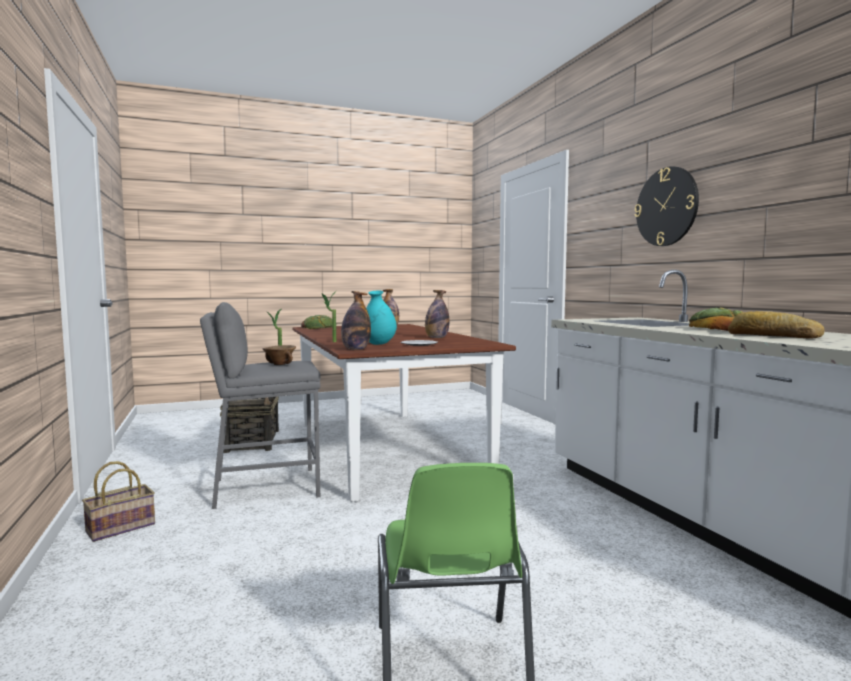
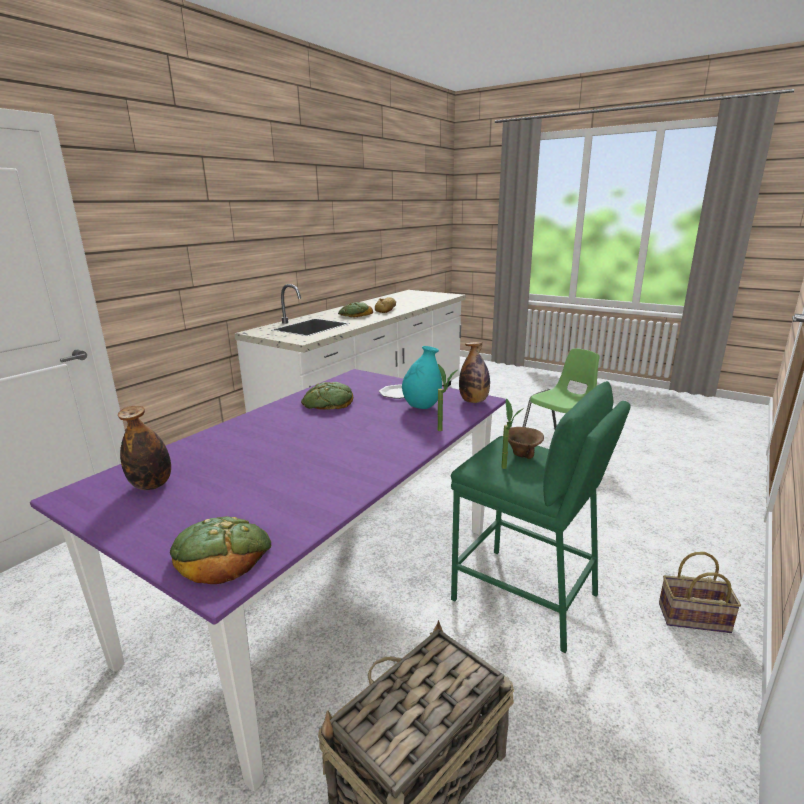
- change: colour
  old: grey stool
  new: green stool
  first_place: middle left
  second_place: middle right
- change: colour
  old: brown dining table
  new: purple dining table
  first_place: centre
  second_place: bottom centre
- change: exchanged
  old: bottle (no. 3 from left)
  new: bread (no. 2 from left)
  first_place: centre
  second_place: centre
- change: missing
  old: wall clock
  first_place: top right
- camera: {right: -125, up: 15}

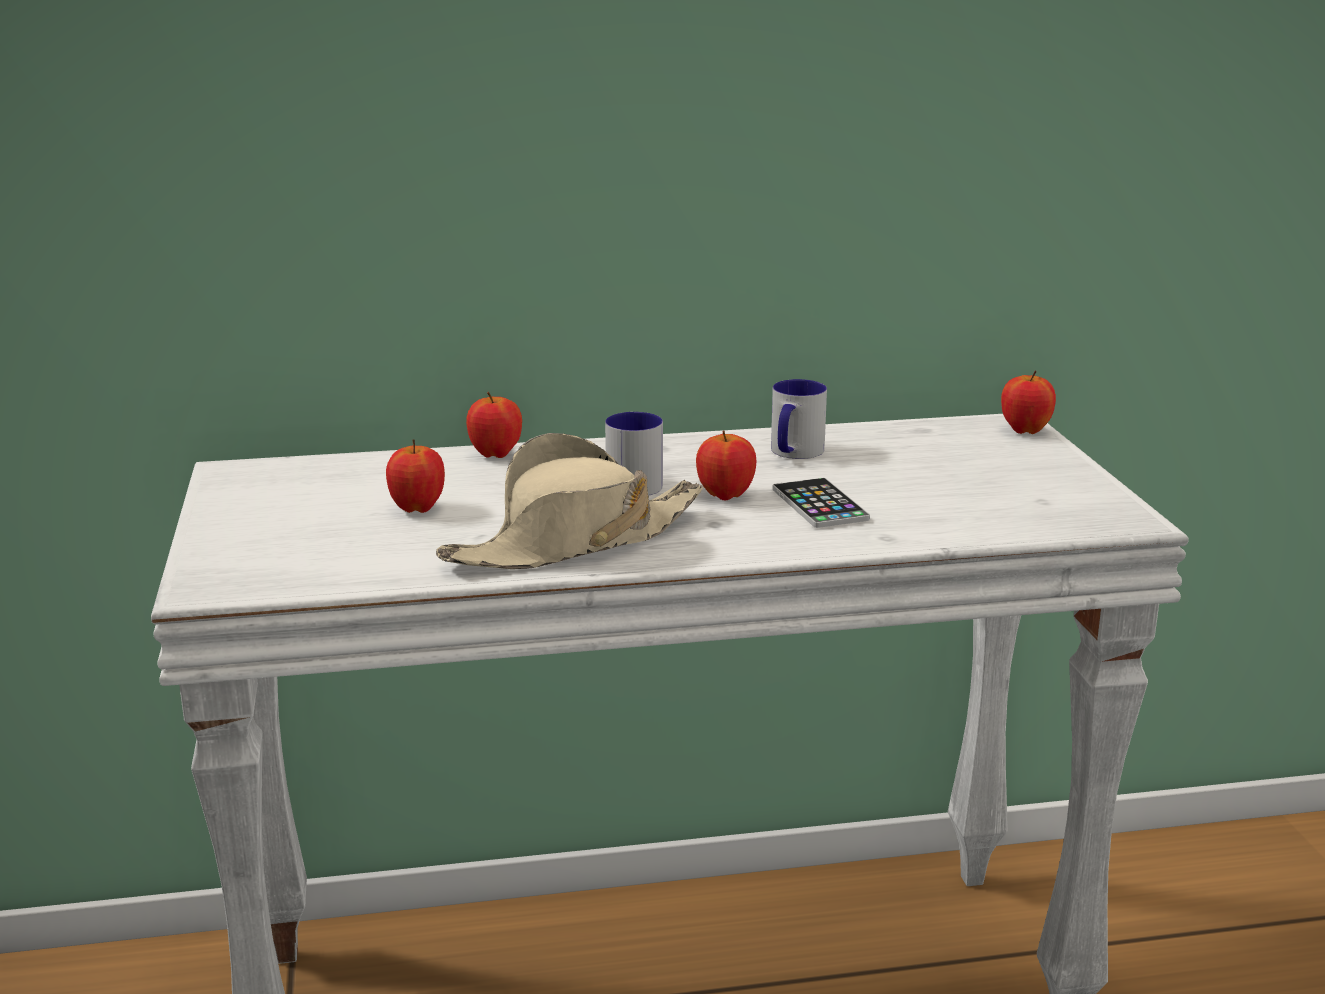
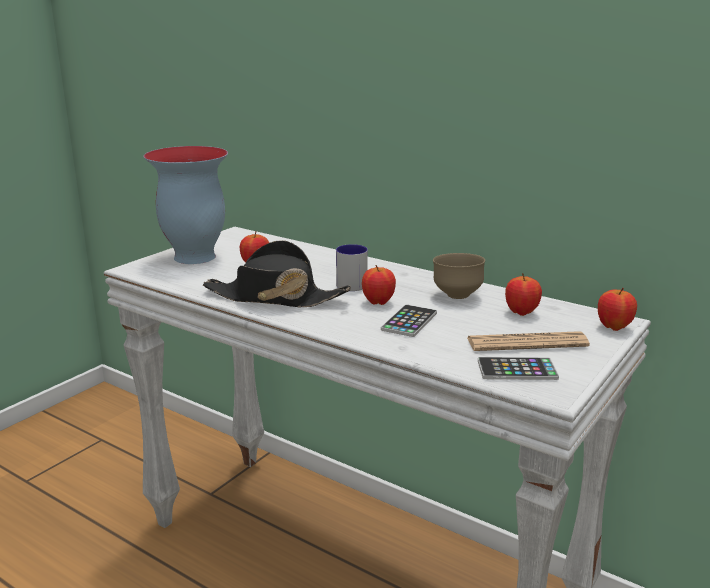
- change: colour
  old: beige hat
  new: black hat
  first_place: centre
  second_place: centre
- change: relocated
  old: apple (no. 2 from left in the first image)
  new: apple (no. 3 from left)
  first_place: centre
  second_place: middle right
- change: exchanged
  old: mug (no. 2 from left)
  new: brown bowl
  first_place: centre
  second_place: centre
- change: appeared
  new: vase
  second_place: middle left
- change: appeared
  new: newspaper
  second_place: middle right
- change: appeared
  new: phone (no. 2 from left)
  second_place: middle right
- camera: {right: 45, up: 0}

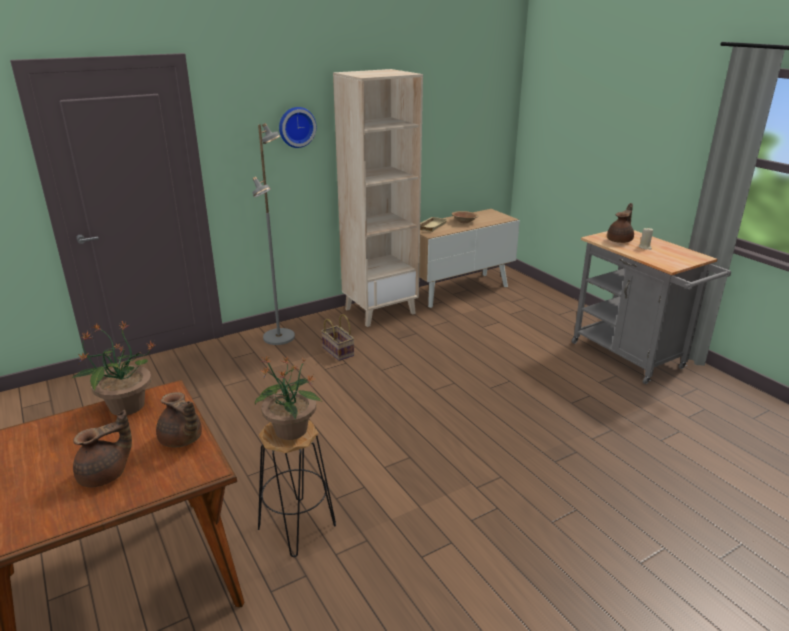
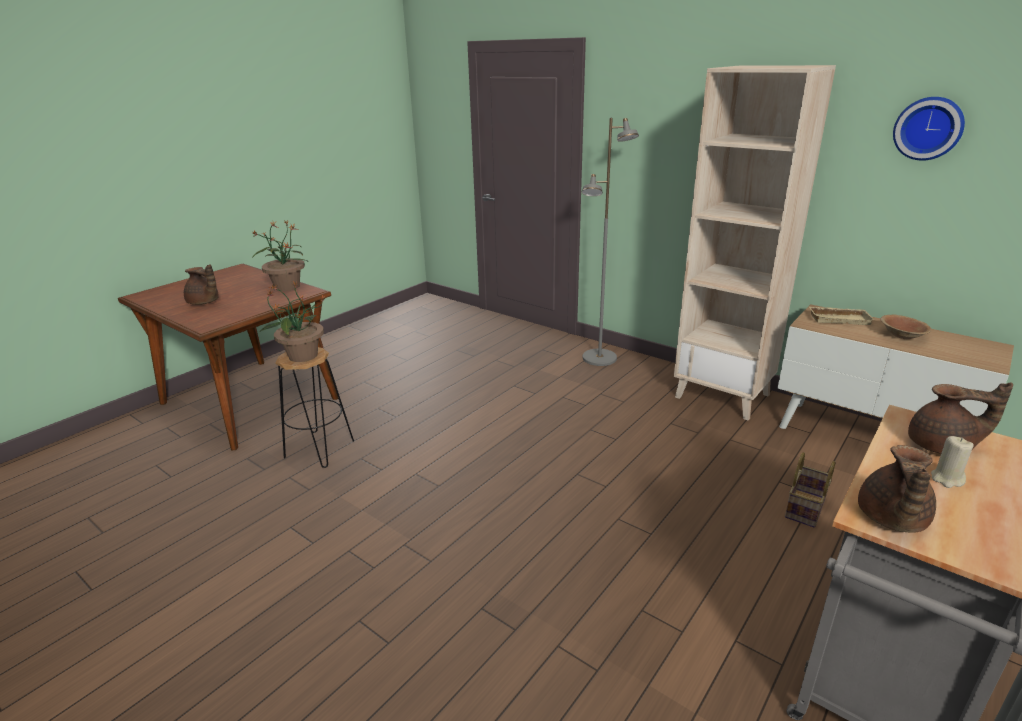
- change: relocated
  old: brown teapot (no. 2 from left)
  first_place: middle left
  second_place: bottom right
- change: relocated
  old: wall clock
  first_place: top centre
  second_place: top right
- change: relocated
  old: basket
  first_place: centre
  second_place: bottom right
- camera: {right: 70, up: 0}

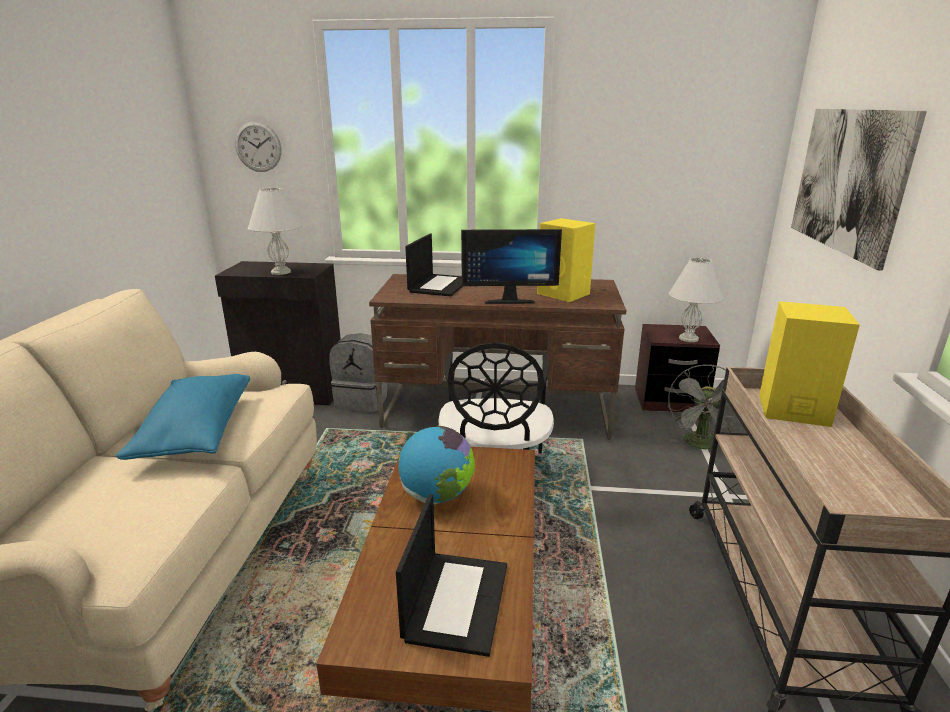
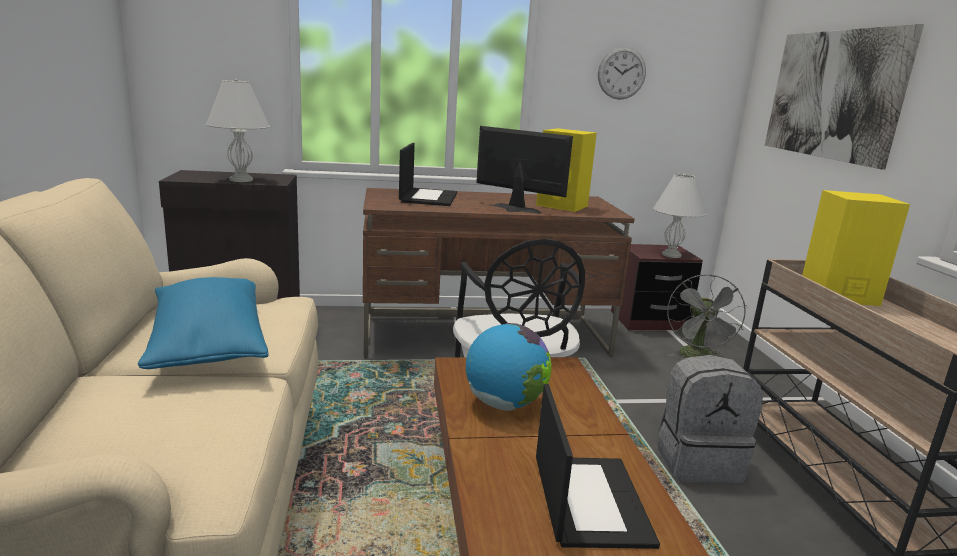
- change: relocated
  old: wall clock
  first_place: top left
  second_place: top centre
- change: relocated
  old: grey backpack
  first_place: centre
  second_place: bottom right
- change: spun
  old: monitor
  first_place: centre
  second_place: top centre
  degrees: -135
- camera: {right: -15, up: -5}

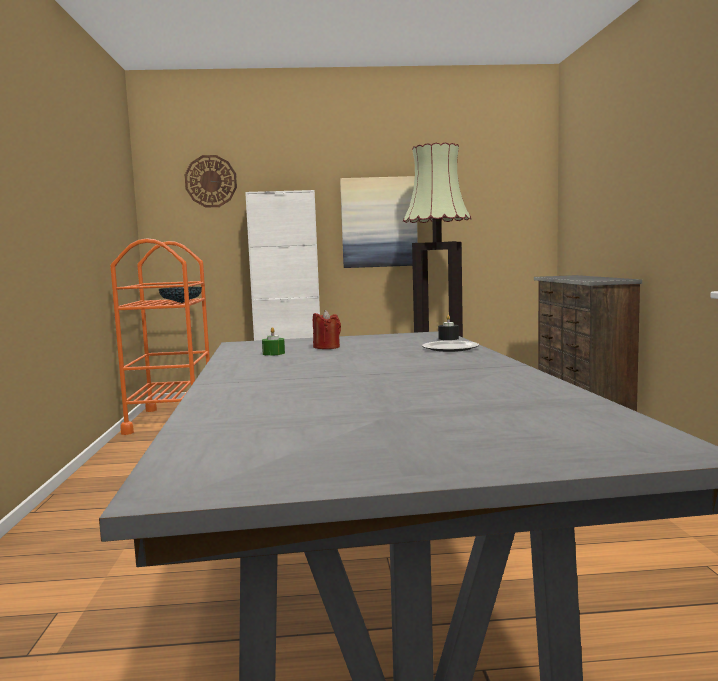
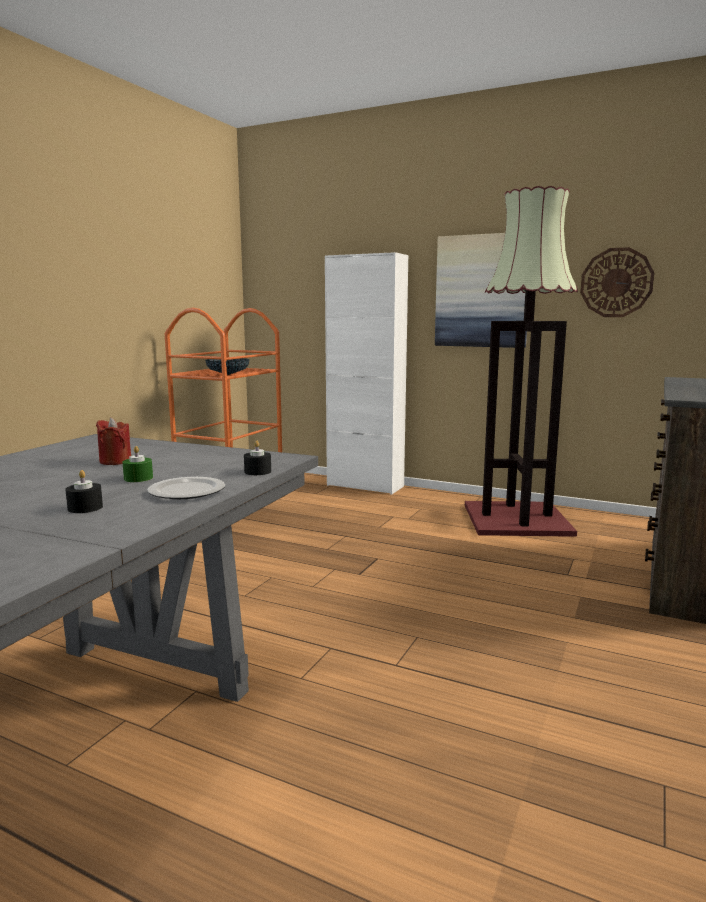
- change: relocated
  old: wall clock
  first_place: top left
  second_place: top right
- change: relocated
  old: green candle
  first_place: centre
  second_place: middle left
- change: appeared
  new: black candle (no. 1 from left)
  second_place: middle left
- camera: {right: 30, up: 5}

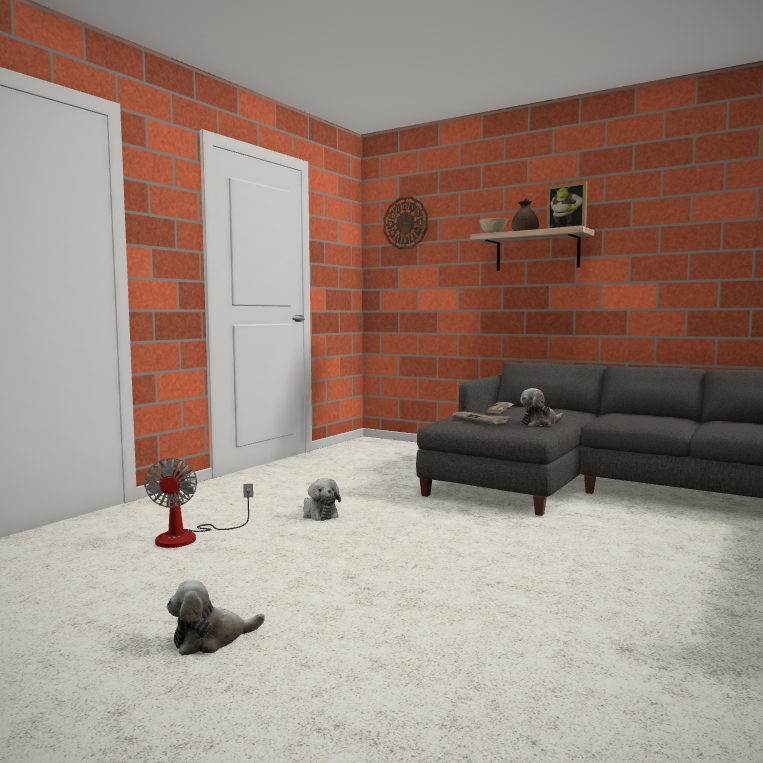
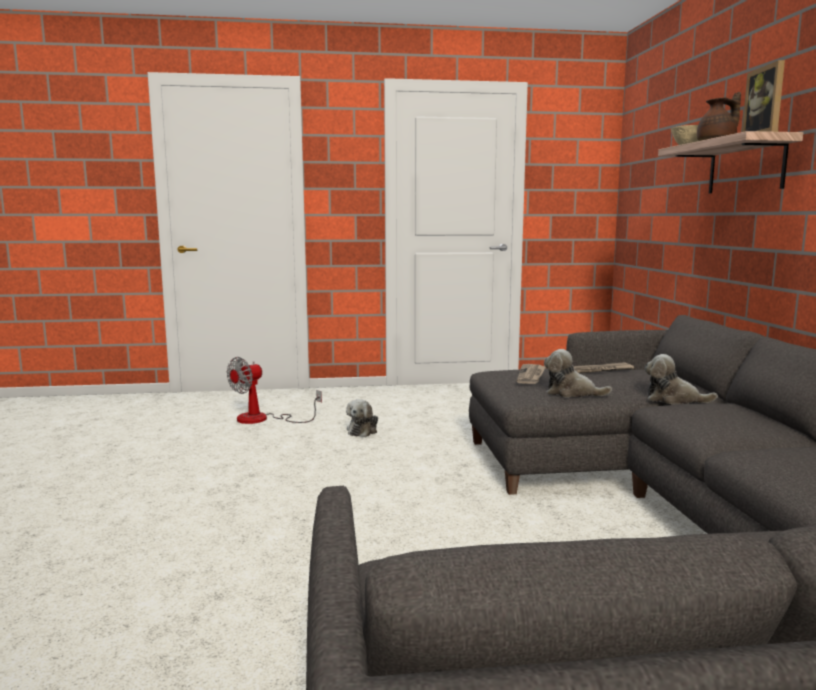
- change: relocated
  old: plush toy (no. 1 from left in the first image)
  new: plush toy (no. 3 from left)
  first_place: bottom left
  second_place: middle right
- change: missing
  old: wall clock
  first_place: top centre
- camera: {right: 50, up: 5}

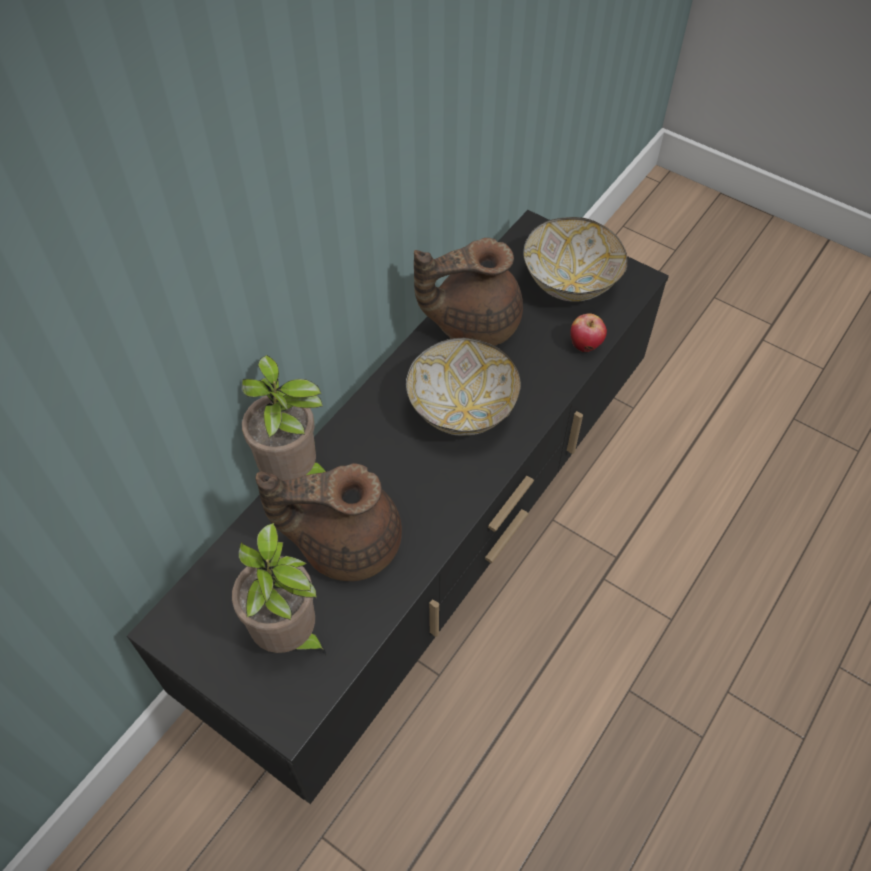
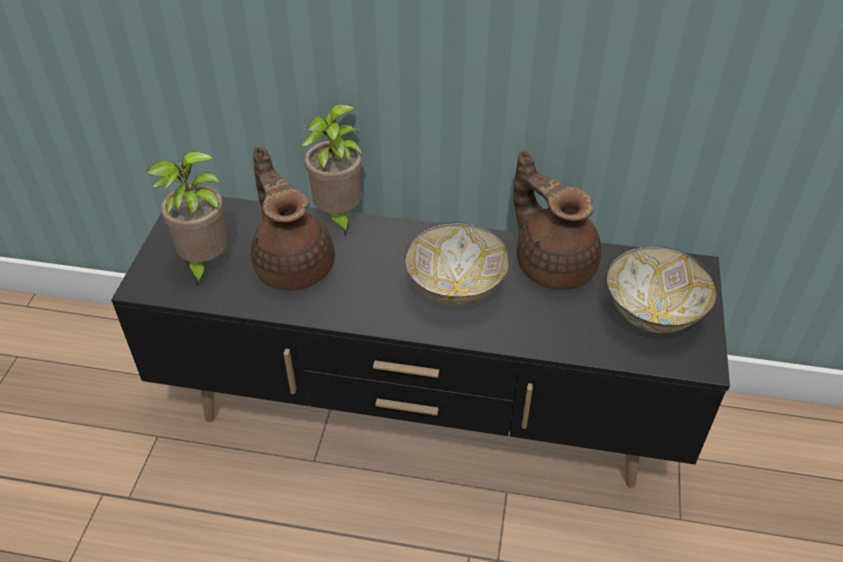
- change: missing
  old: apple
  first_place: middle right
- camera: {right: 65, up: -10}

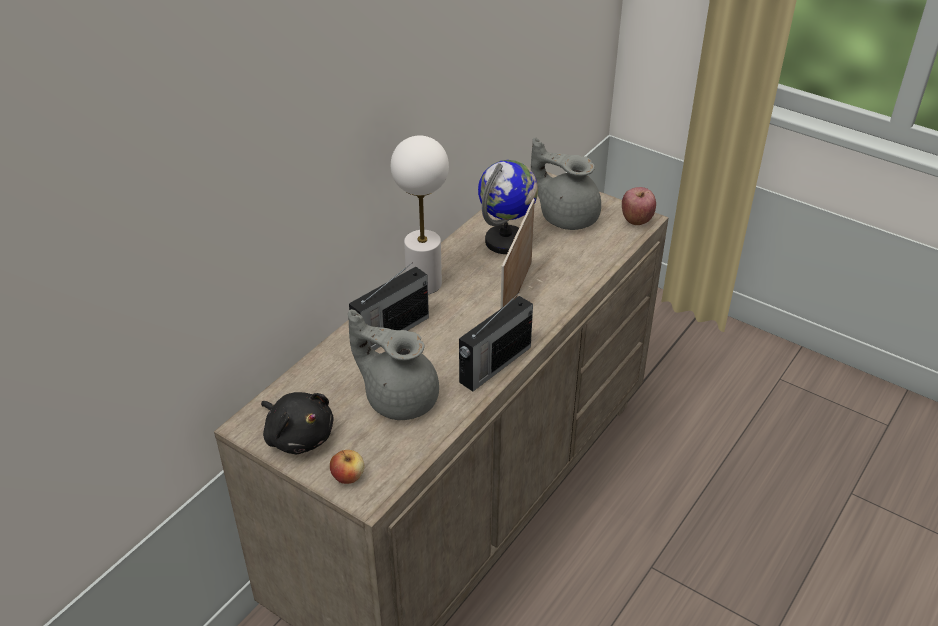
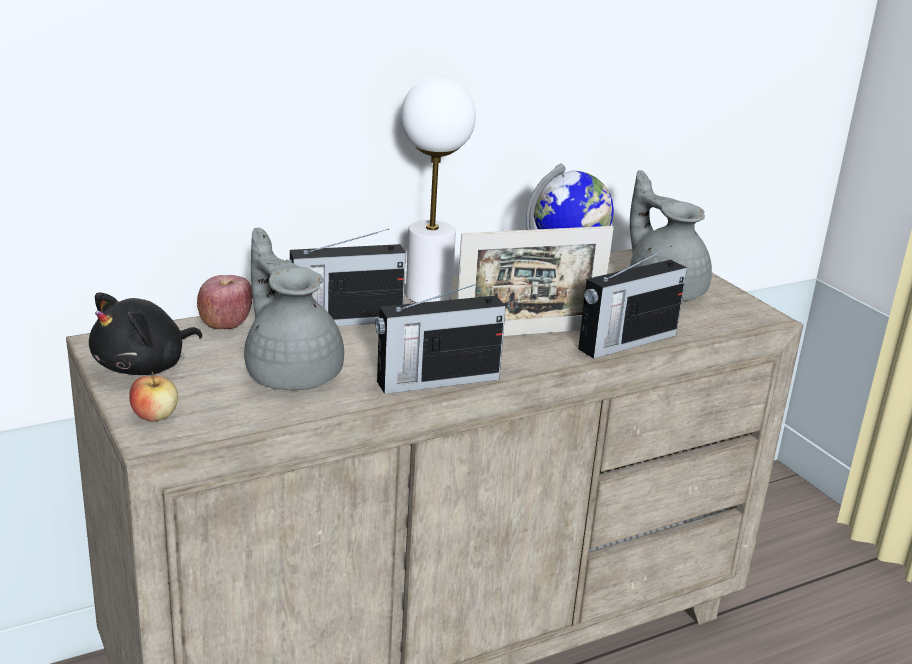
- change: spun
  old: black plush toy
  first_place: bottom left
  second_place: middle left
  degrees: 60
- change: spun
  old: picture frame
  first_place: centre
  second_place: centre
  degrees: -150
- change: relocated
  old: apple (no. 2 from left)
  first_place: top right
  second_place: middle left
- change: appeared
  new: radio (no. 3 from left)
  second_place: middle right
- camera: {right: 25, up: -15}

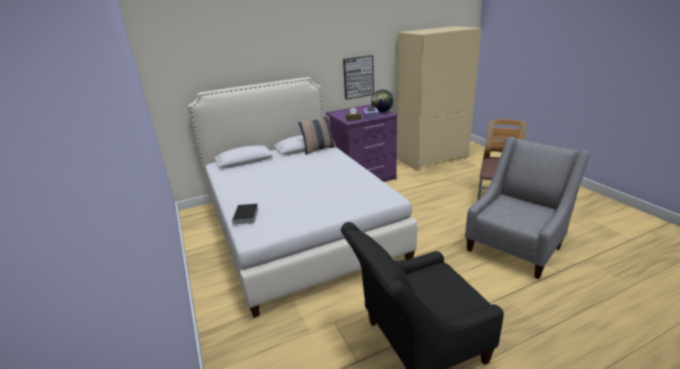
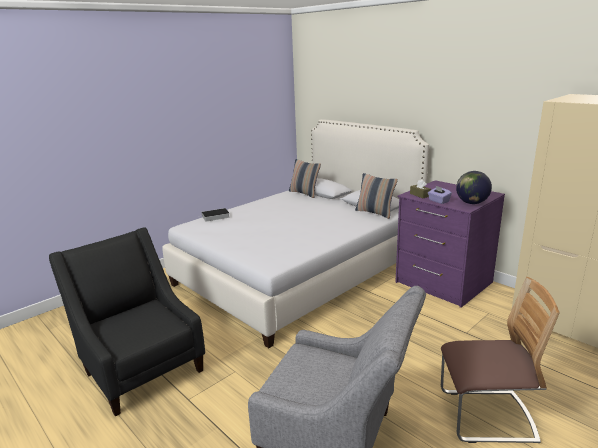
- change: missing
  old: picture
  first_place: top centre
- change: appeared
  new: pillow (no. 1 from left)
  second_place: centre
- camera: {right: 70, up: -5}

